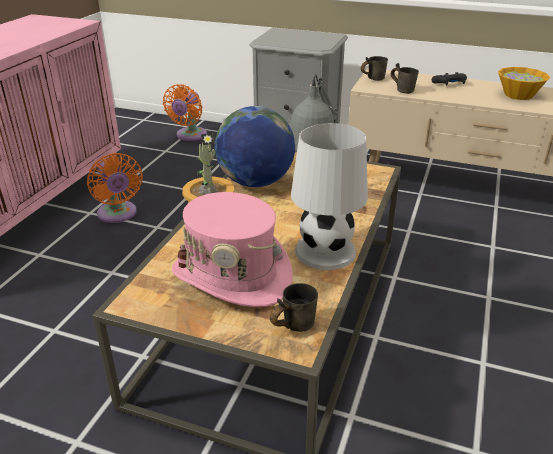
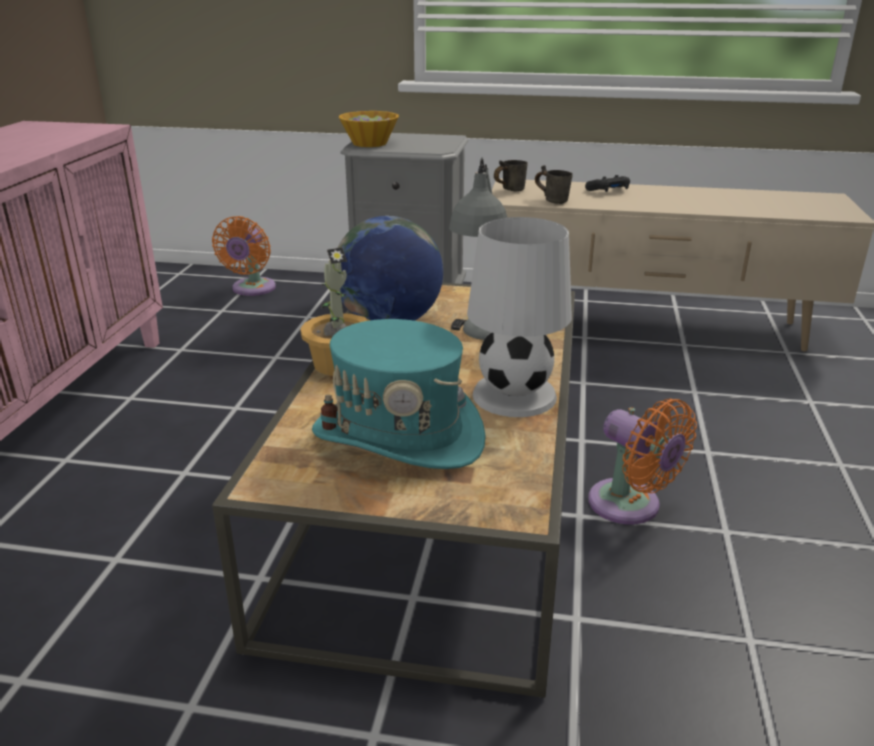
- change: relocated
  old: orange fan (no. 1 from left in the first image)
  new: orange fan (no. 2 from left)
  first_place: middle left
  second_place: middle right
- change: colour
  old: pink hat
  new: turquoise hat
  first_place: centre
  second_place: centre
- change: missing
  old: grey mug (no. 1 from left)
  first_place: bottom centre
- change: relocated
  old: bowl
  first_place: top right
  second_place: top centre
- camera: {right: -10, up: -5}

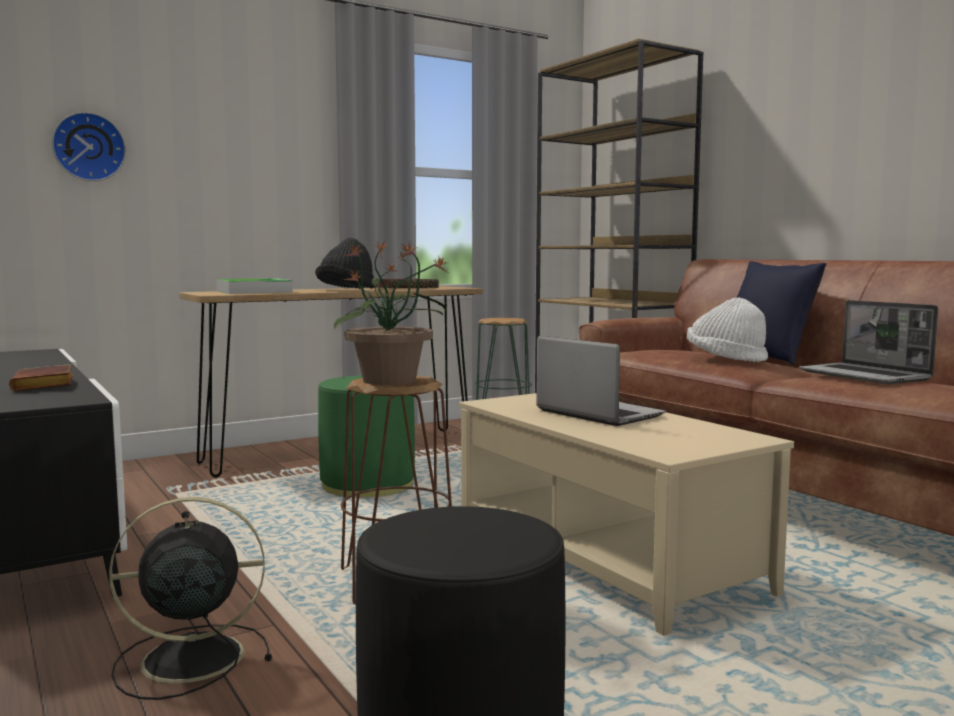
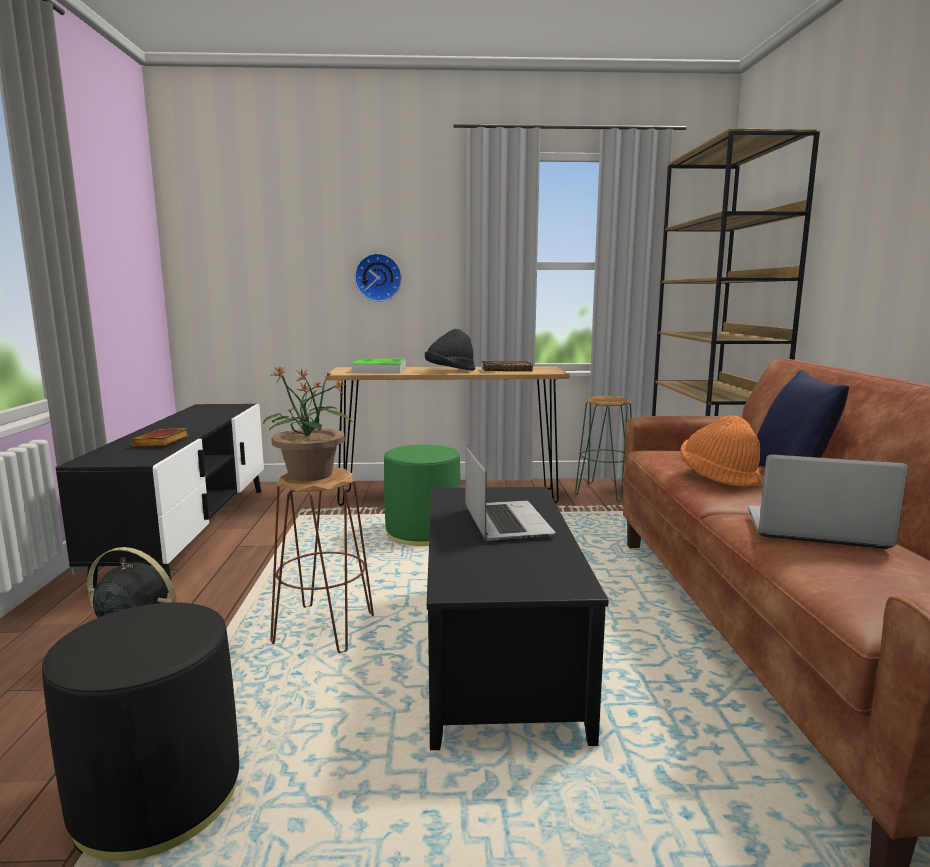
- change: relocated
  old: wall clock
  first_place: top left
  second_place: top centre
- change: colour
  old: beige coffee table
  new: black coffee table
  first_place: bottom centre
  second_place: bottom centre
- change: colour
  old: white hat
  new: orange hat
  first_place: middle right
  second_place: middle right
- change: spun
  old: laptop (no. 2 from left)
  first_place: middle right
  second_place: middle right
  degrees: 105
- camera: {right: 30, up: 5}

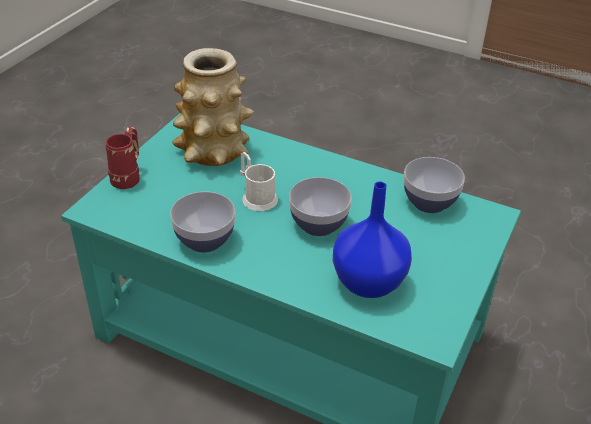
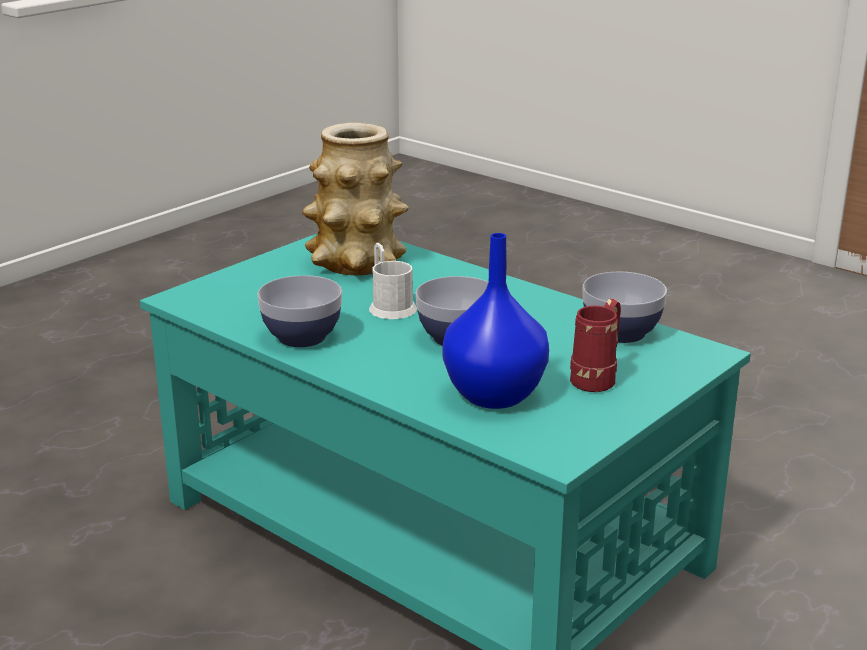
- change: relocated
  old: red mug
  first_place: middle left
  second_place: middle right
- camera: {right: 15, up: -15}

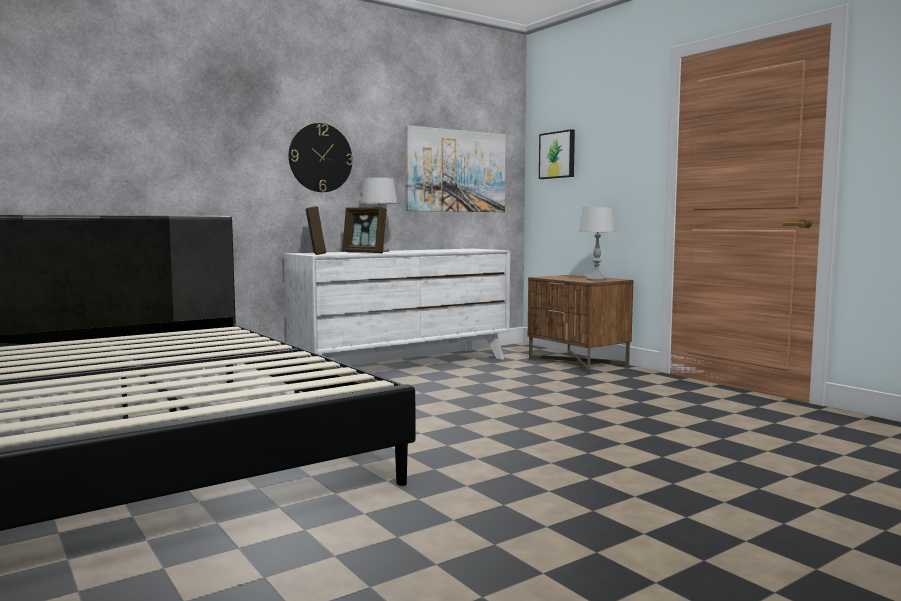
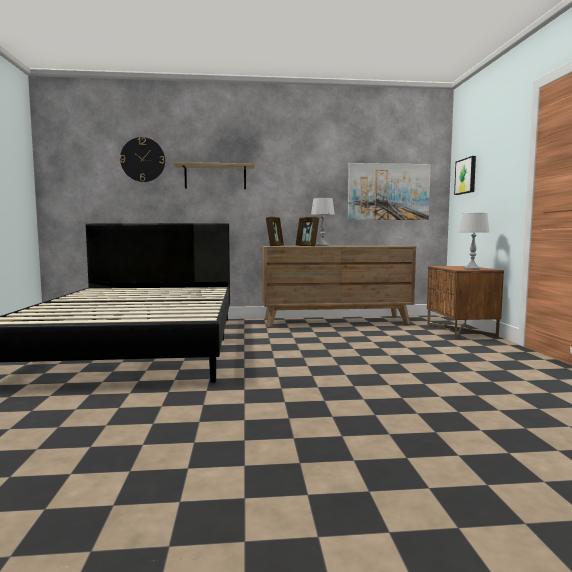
- change: colour
  old: white dresser
  new: brown dresser
  first_place: centre
  second_place: centre
- change: relocated
  old: wall clock
  first_place: top centre
  second_place: top left
- change: appeared
  new: shelf
  second_place: top centre
- camera: {right: 30, up: 0}

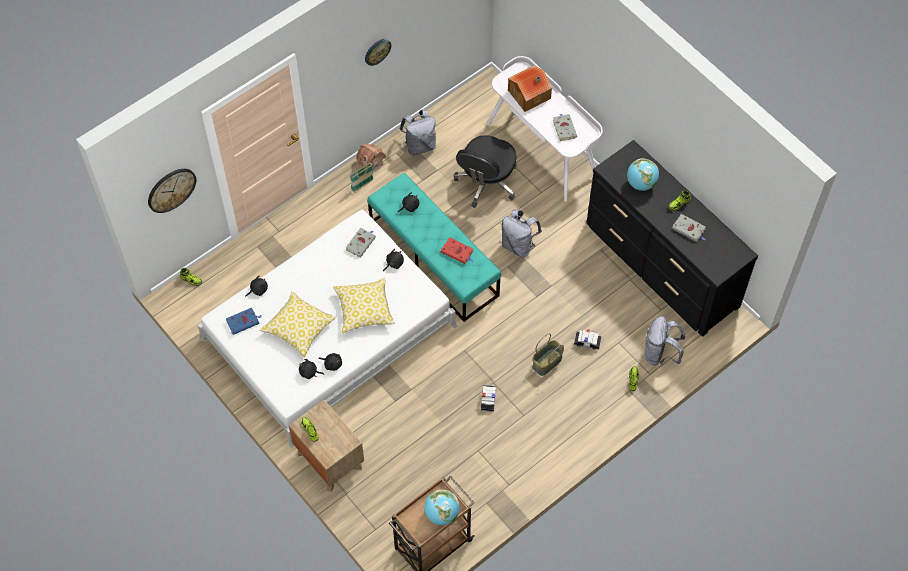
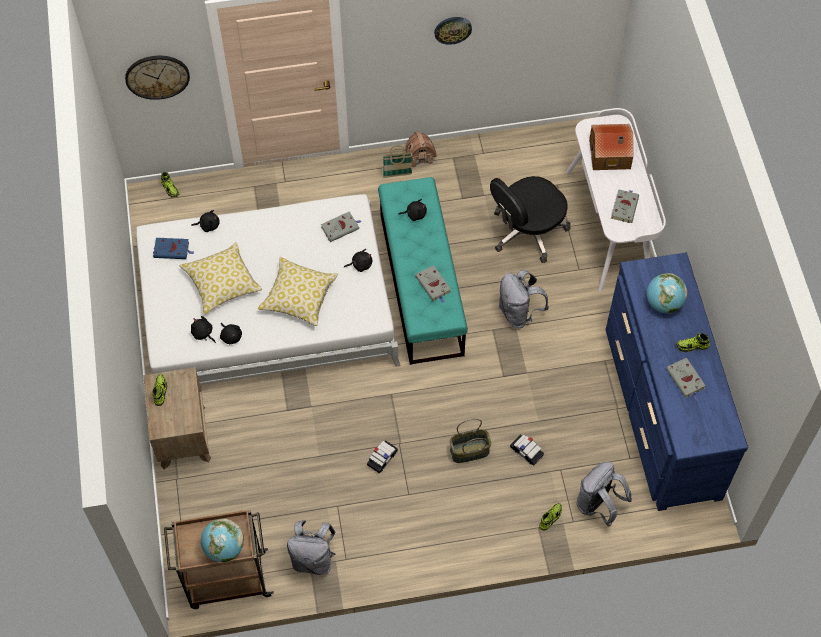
- change: relocated
  old: grey backpack (no. 1 from left)
  first_place: top centre
  second_place: bottom centre
- change: colour
  old: red book
  new: grey book (no. 2 from left)
  first_place: centre
  second_place: centre
- change: colour
  old: black dresser
  new: blue dresser
  first_place: middle right
  second_place: middle right
- camera: {right: 30, up: 0}

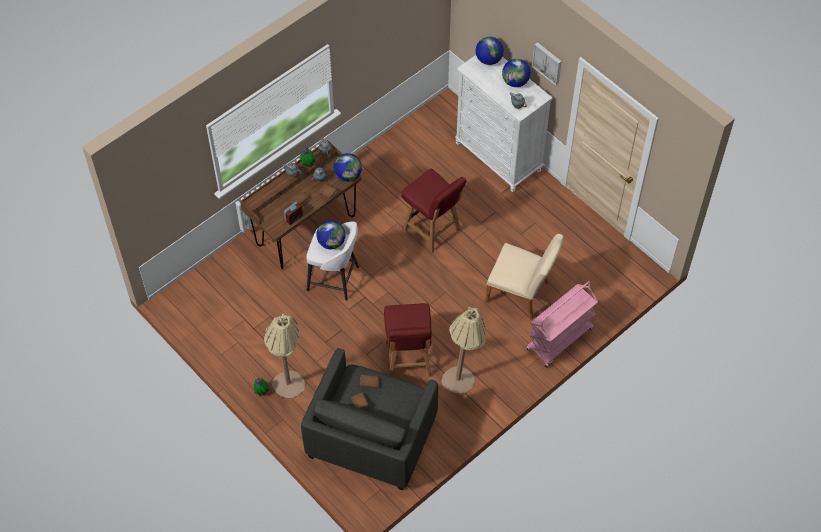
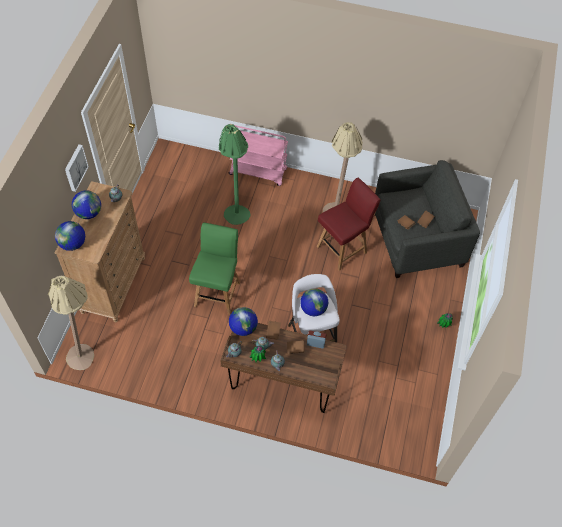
- change: relocated
  old: beige floor lamp (no. 1 from left)
  first_place: bottom centre
  second_place: middle left
- change: colour
  old: red chair (no. 2 from left)
  new: green chair
  first_place: centre
  second_place: centre
- change: colour
  old: white dresser
  new: brown dresser
  first_place: top centre
  second_place: middle left
- change: exchanged
  old: beige chair
  new: green floor lamp
  first_place: centre
  second_place: top centre
- camera: {right: -125, up: 0}

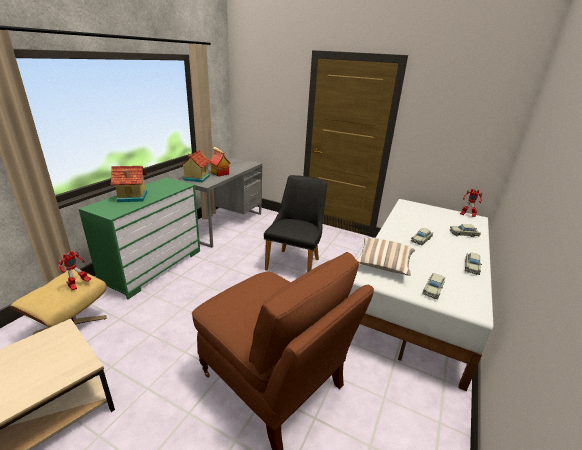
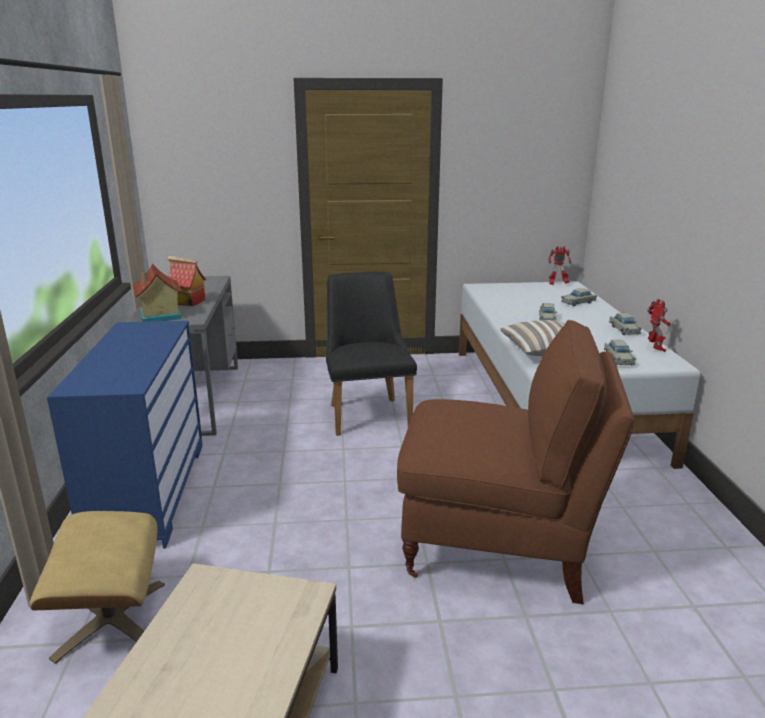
- change: relocated
  old: toy robot (no. 1 from left in the first image)
  new: toy robot (no. 2 from left)
  first_place: middle left
  second_place: middle right
- change: colour
  old: green dresser
  new: blue dresser
  first_place: middle left
  second_place: middle left
- change: missing
  old: toy house (no. 1 from left)
  first_place: middle left
- camera: {right: -30, up: -5}

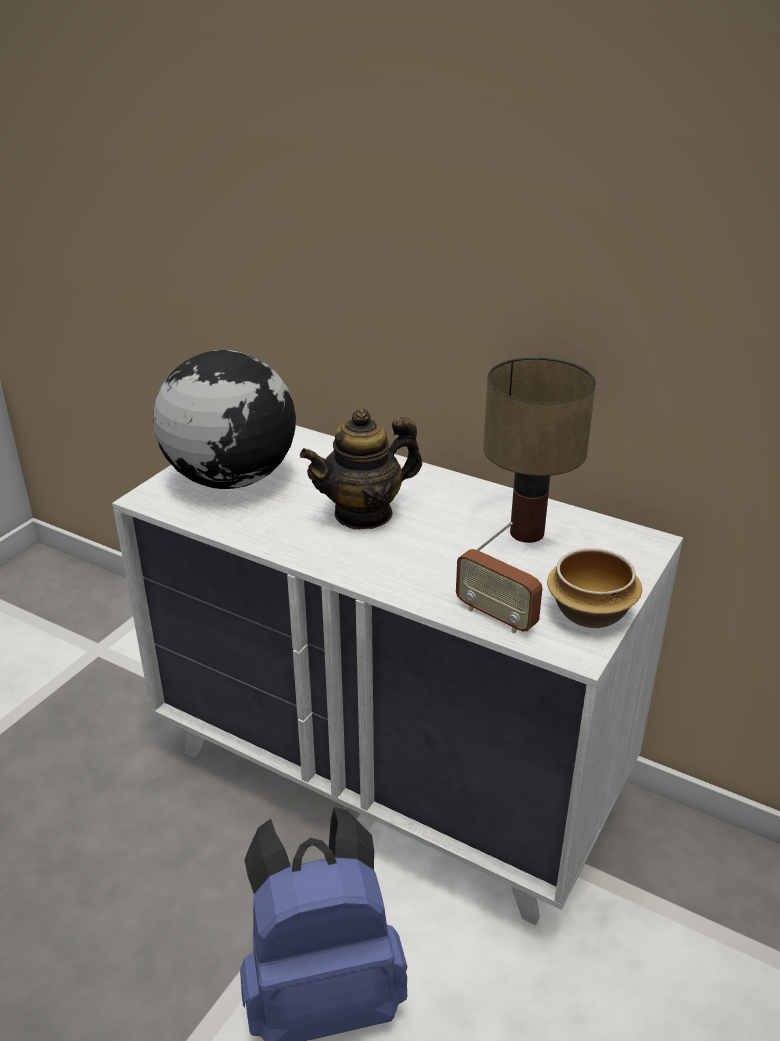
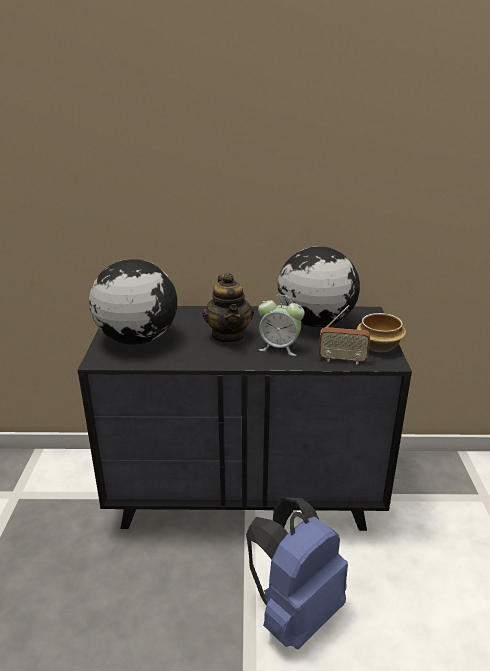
- change: colour
  old: white dresser
  new: black dresser
  first_place: centre
  second_place: centre
- change: spun
  old: teapot
  first_place: centre
  second_place: centre
  degrees: -45
- change: exchanged
  old: table lamp
  new: globe (no. 2 from left)
  first_place: middle right
  second_place: centre
- change: appeared
  new: alarm clock
  second_place: centre
- camera: {right: -30, up: -5}

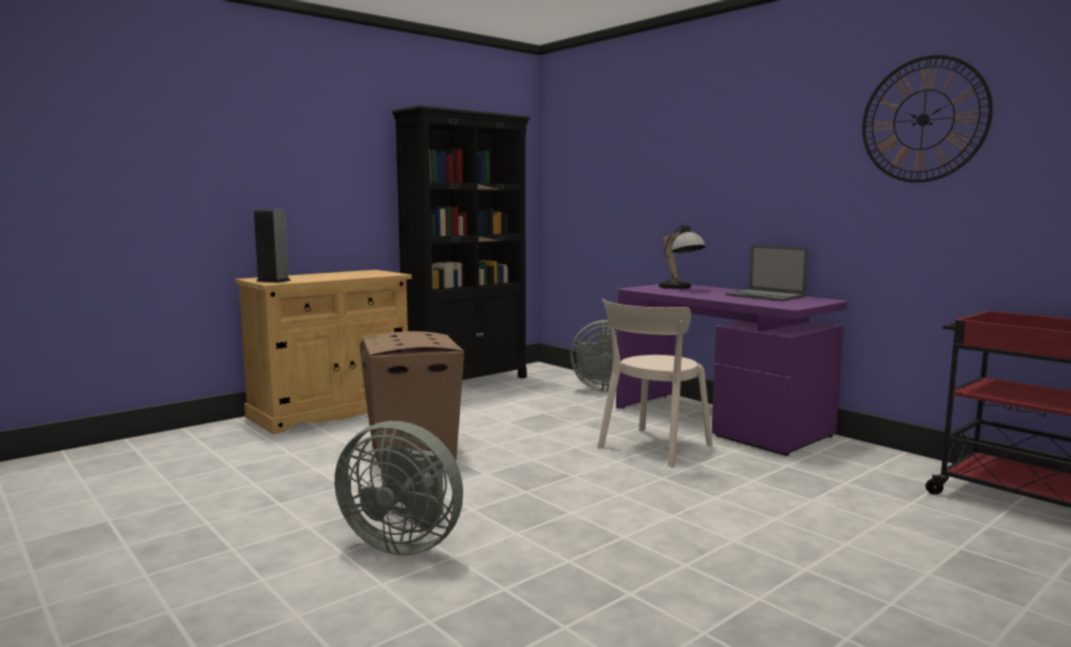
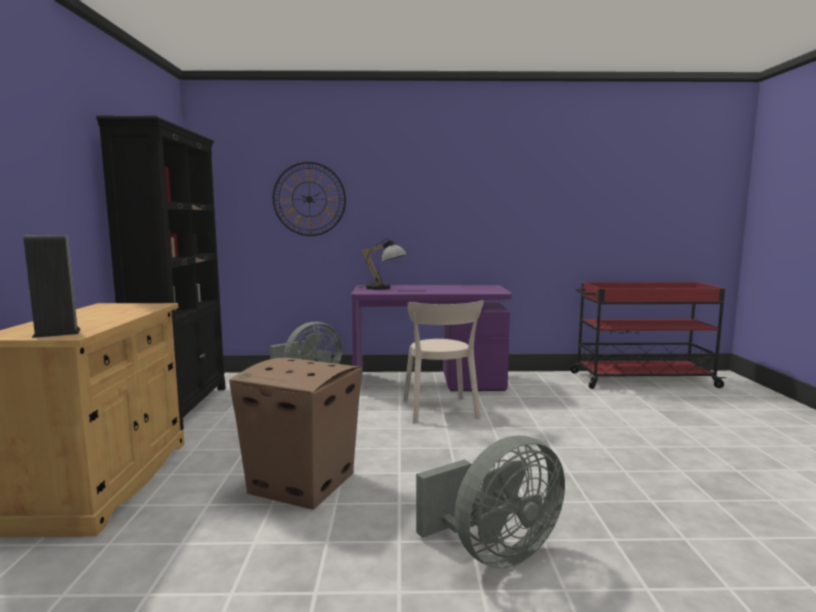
- change: missing
  old: laptop
  first_place: middle right
- change: relocated
  old: wall clock
  first_place: top right
  second_place: top centre
- camera: {right: -50, up: 0}

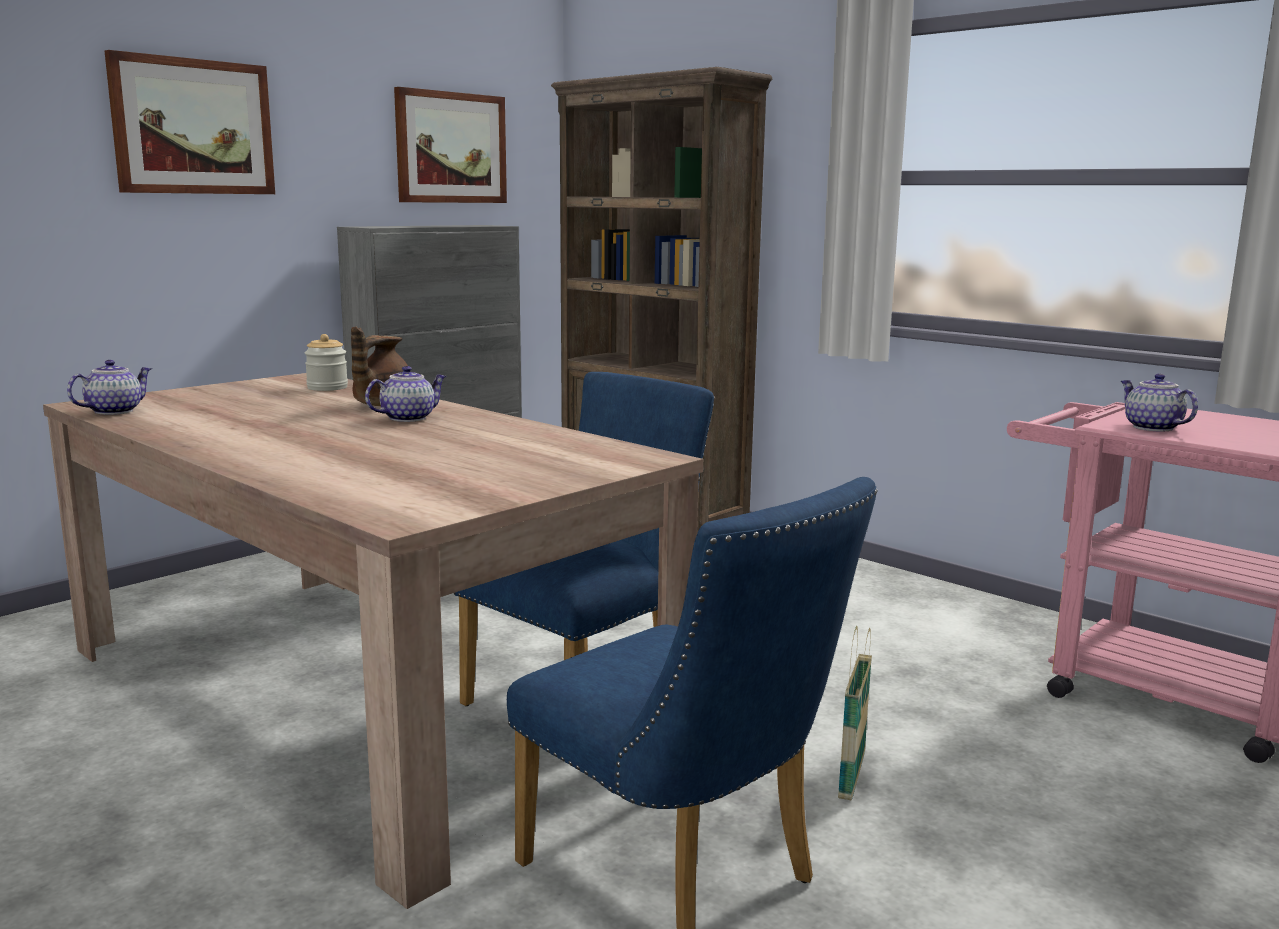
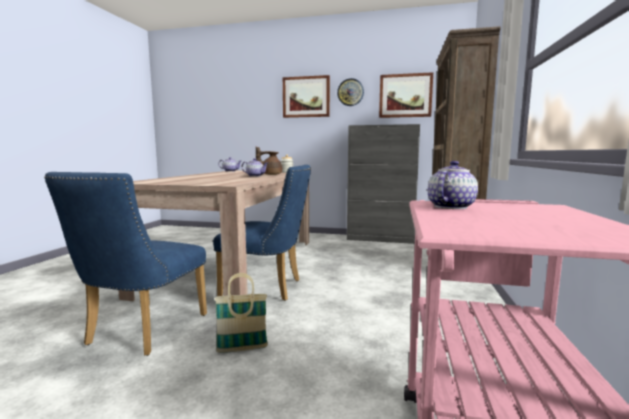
- change: appeared
  new: wall clock
  second_place: top centre
- camera: {right: 60, up: -5}

